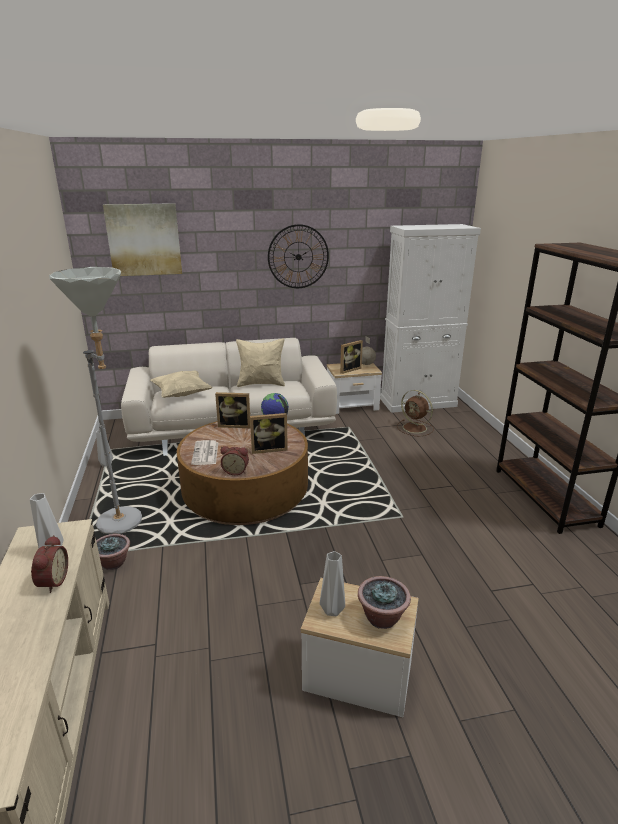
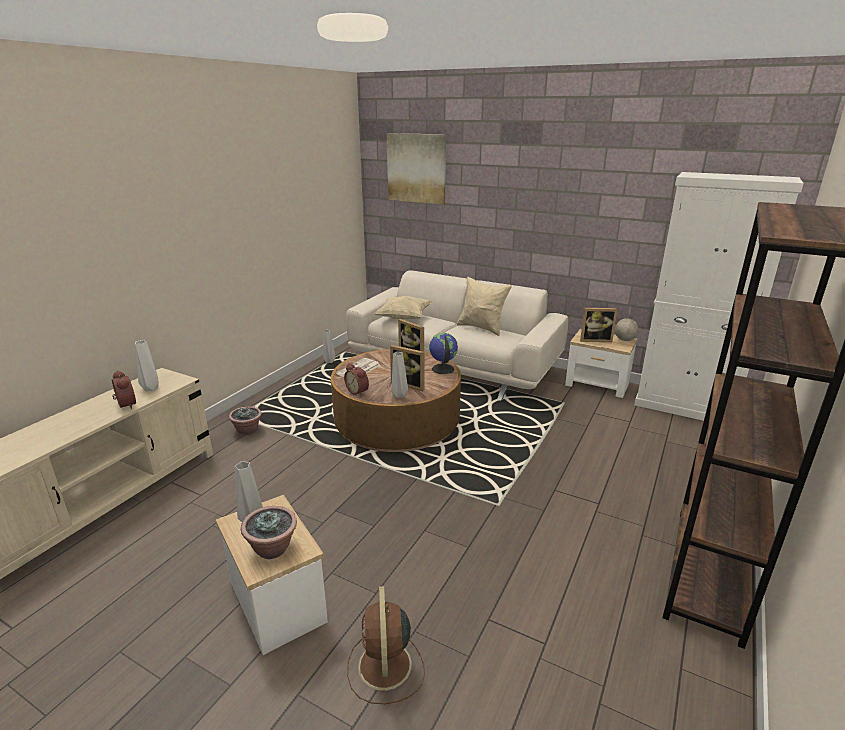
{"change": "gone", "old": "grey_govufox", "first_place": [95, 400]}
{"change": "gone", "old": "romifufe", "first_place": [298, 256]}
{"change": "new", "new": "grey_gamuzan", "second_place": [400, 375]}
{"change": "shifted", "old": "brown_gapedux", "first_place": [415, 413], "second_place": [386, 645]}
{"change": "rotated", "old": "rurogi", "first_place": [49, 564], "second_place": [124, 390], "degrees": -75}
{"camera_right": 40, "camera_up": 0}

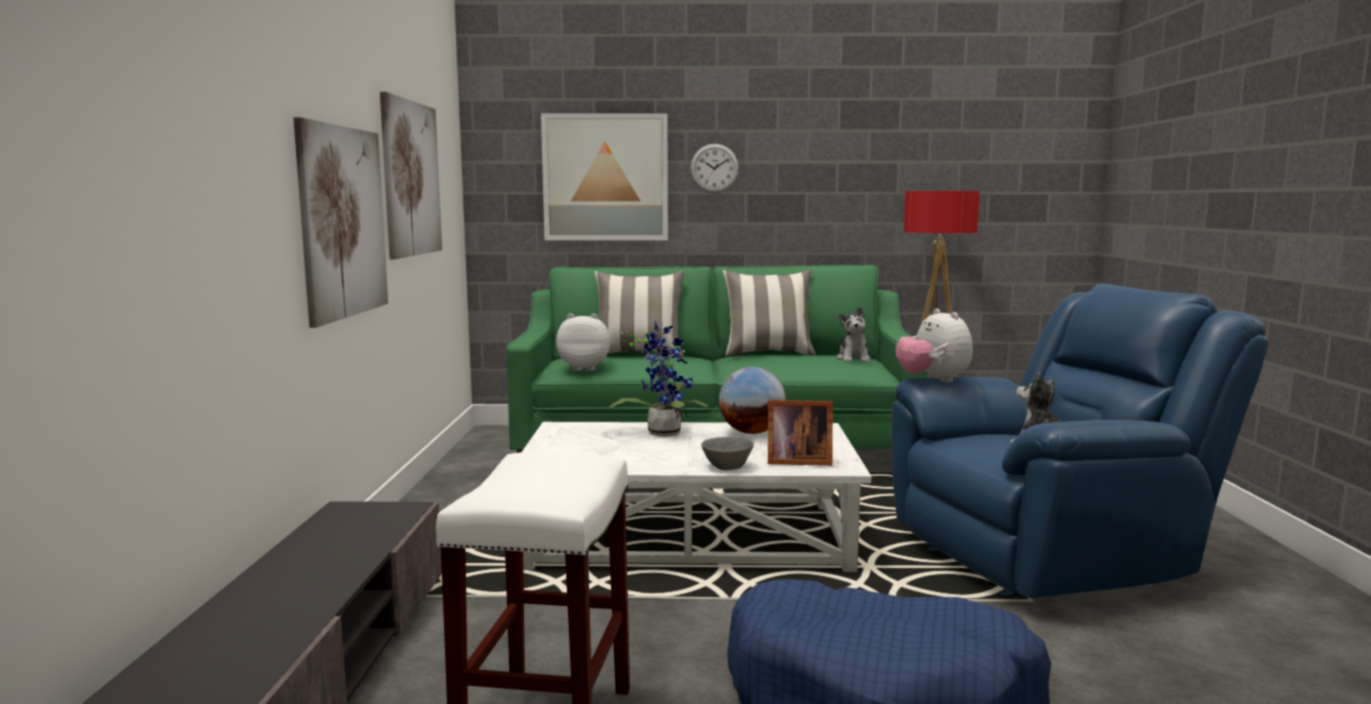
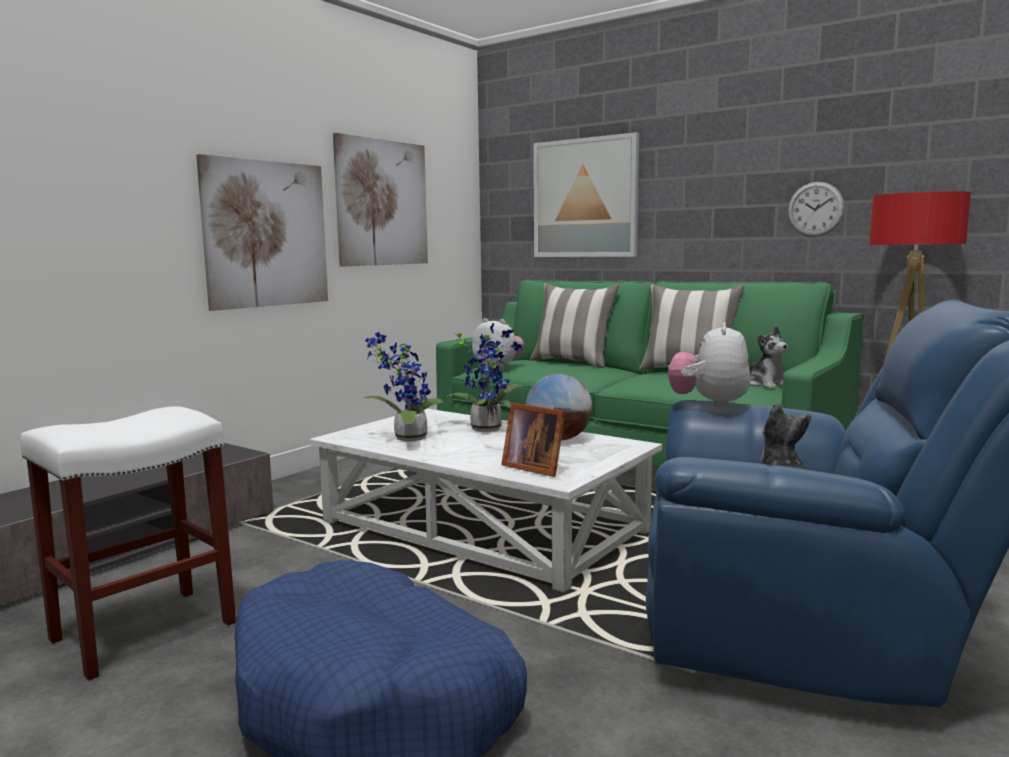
{"change": "gone", "old": "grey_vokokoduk", "first_place": [727, 453]}
{"change": "new", "new": "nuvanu", "second_place": [403, 386]}
{"change": "shifted", "old": "romifufe", "first_place": [714, 168], "second_place": [816, 209]}
{"change": "rotated", "old": "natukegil", "first_place": [854, 334], "second_place": [768, 357], "degrees": -60}
{"camera_right": 35, "camera_up": 0}

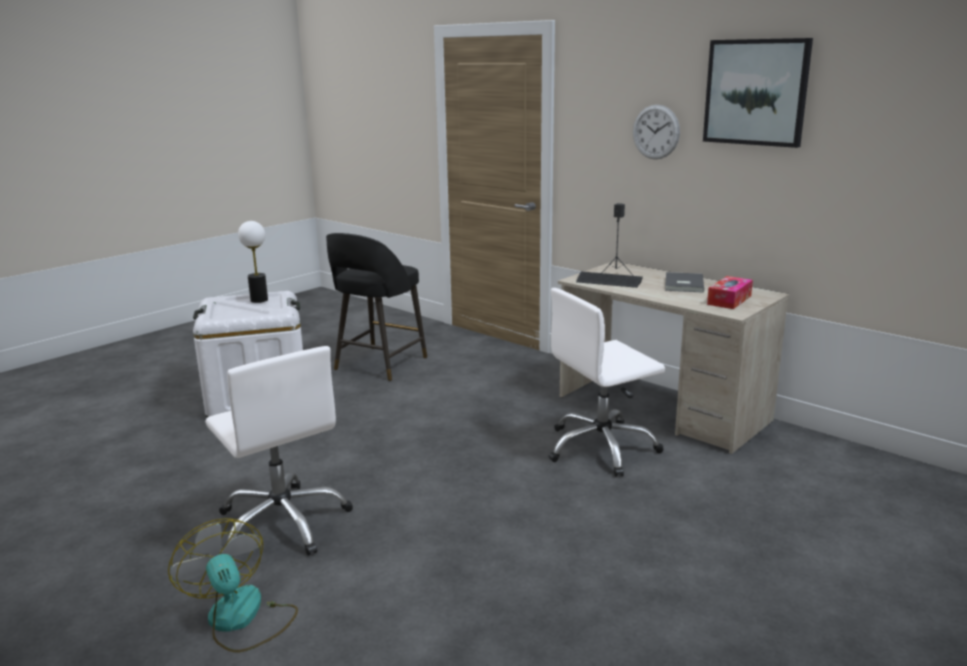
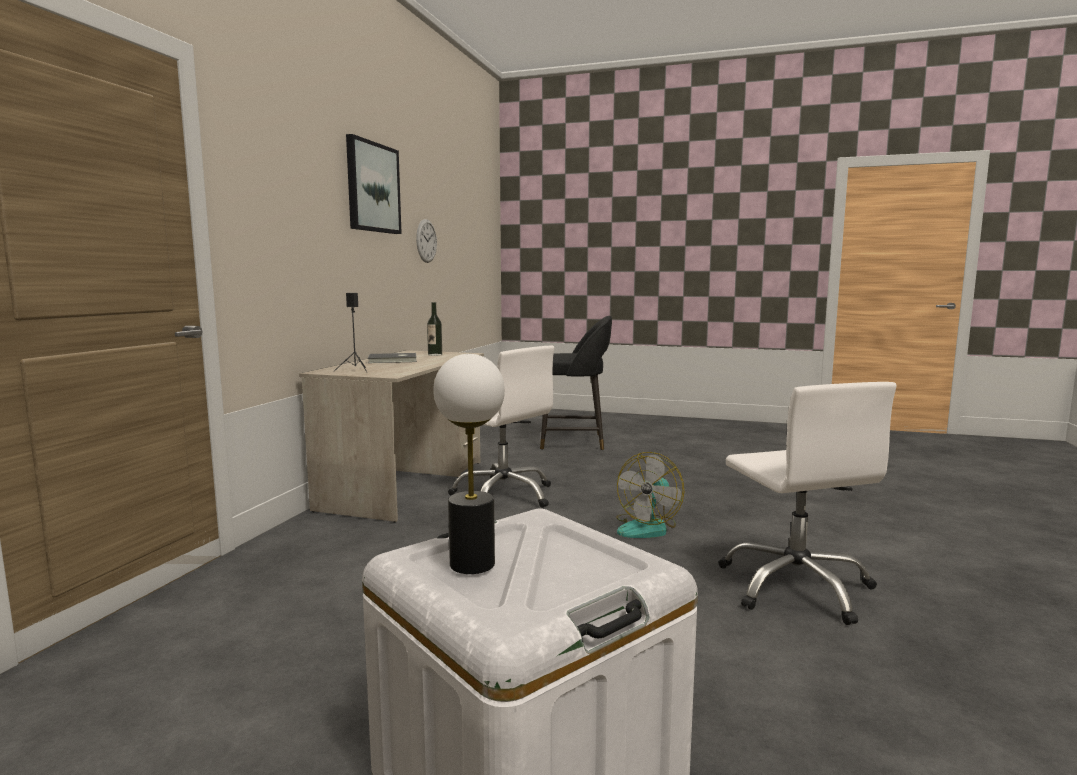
{"change": "gone", "old": "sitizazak", "first_place": [609, 280]}
{"change": "shifted", "old": "gapedux", "first_place": [233, 585], "second_place": [650, 495]}
{"change": "shifted", "old": "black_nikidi", "first_place": [376, 307], "second_place": [576, 383]}
{"change": "shifted", "old": "romifufe", "first_place": [656, 132], "second_place": [426, 241]}
{"change": "swapped", "old": "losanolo", "new": "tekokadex", "first_place": [730, 292], "second_place": [434, 329]}
{"change": "rotated", "old": "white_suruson", "first_place": [279, 451], "second_place": [807, 503], "degrees": 135}
{"camera_right": -115, "camera_up": -10}

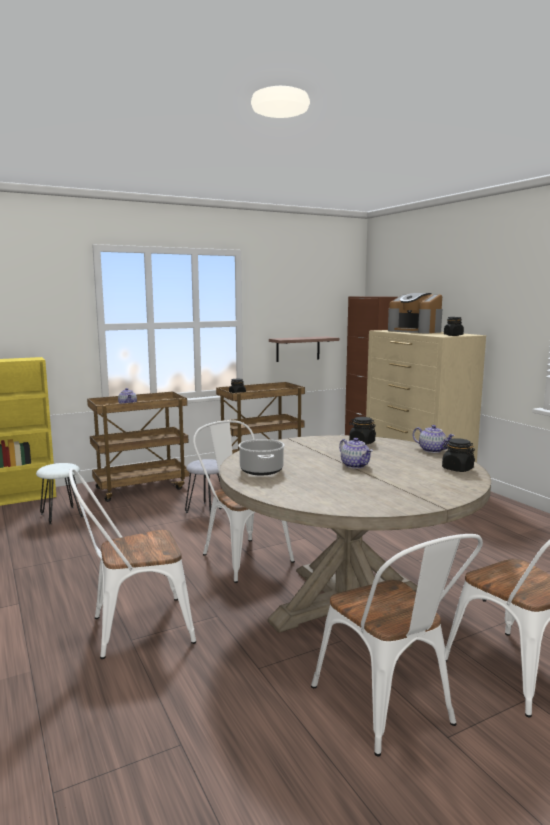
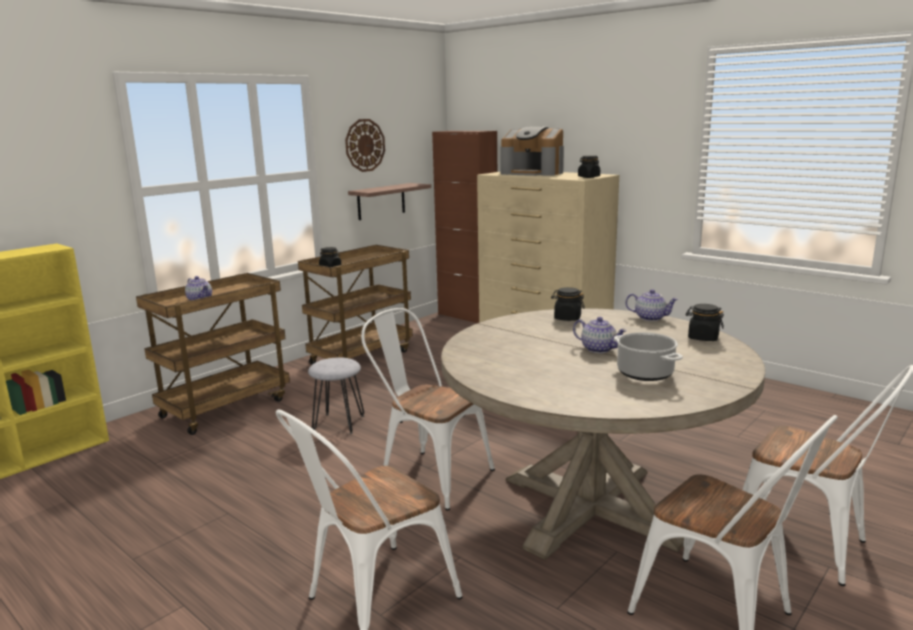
{"change": "gone", "old": "white_nikidi", "first_place": [59, 493]}
{"change": "new", "new": "romifufe", "second_place": [365, 145]}
{"change": "shifted", "old": "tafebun", "first_place": [261, 457], "second_place": [648, 356]}
{"camera_right": -20, "camera_up": 5}

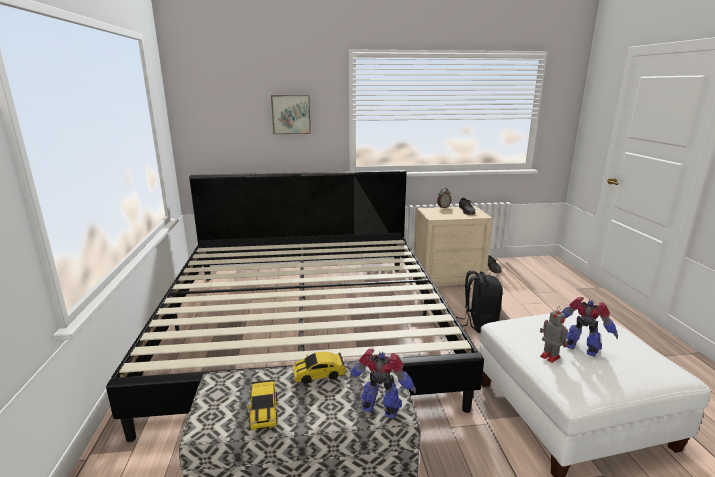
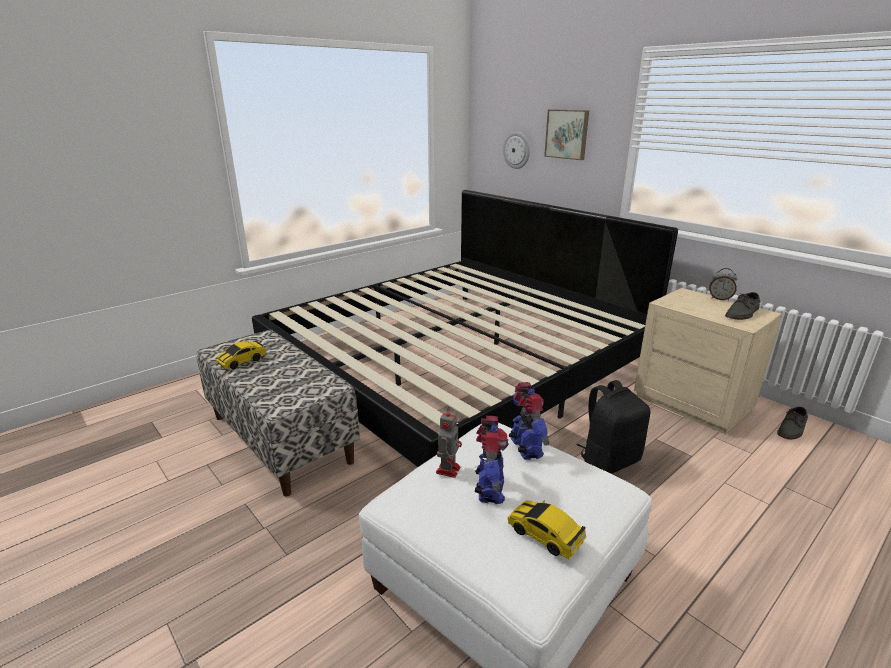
{"change": "new", "new": "romifufe", "second_place": [516, 150]}
{"change": "shifted", "old": "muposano", "first_place": [319, 368], "second_place": [547, 529]}
{"change": "shifted", "old": "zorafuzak", "first_place": [383, 383], "second_place": [529, 421]}
{"camera_right": 55, "camera_up": 5}

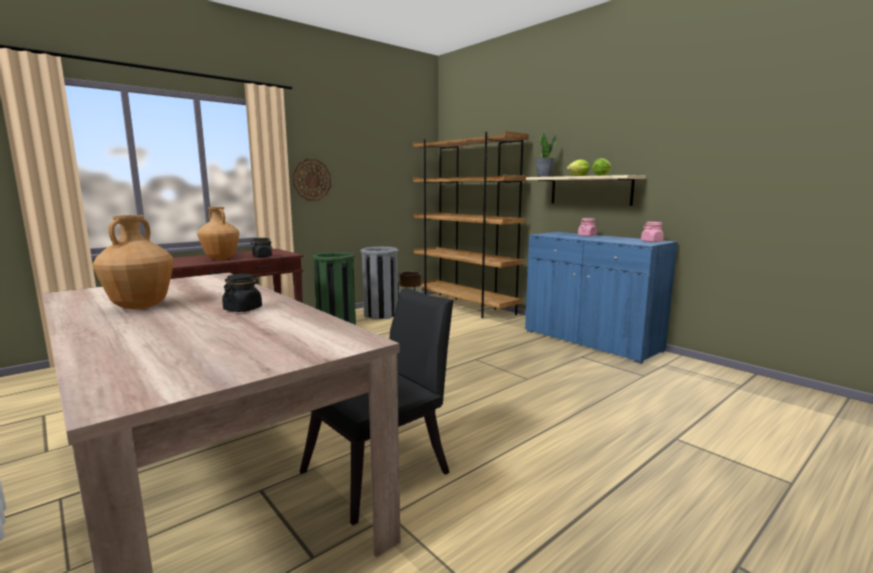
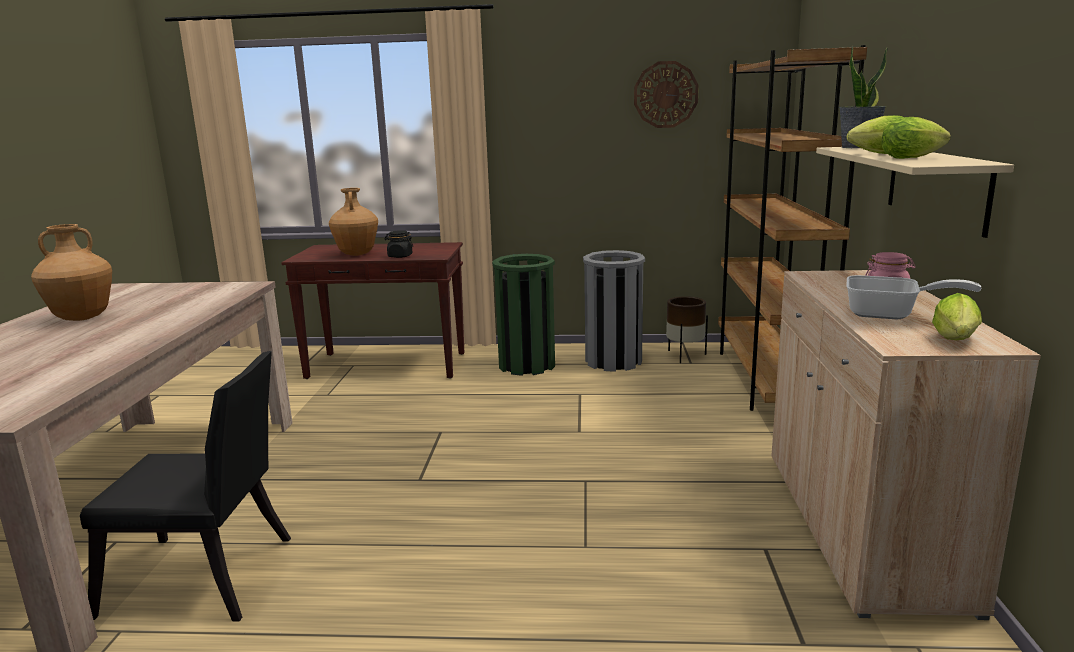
{"change": "gone", "old": "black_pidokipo", "first_place": [242, 293]}
{"change": "new", "new": "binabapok", "second_place": [913, 297]}
{"change": "shifted", "old": "romifufe", "first_place": [311, 180], "second_place": [666, 94]}
{"change": "swapped", "old": "pink_pidokipo", "new": "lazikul", "first_place": [652, 232], "second_place": [957, 316]}
{"change": "repainted", "old": "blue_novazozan", "new": "beige_novazozan", "first_place": [601, 298], "second_place": [906, 445]}
{"camera_right": 45, "camera_up": 5}

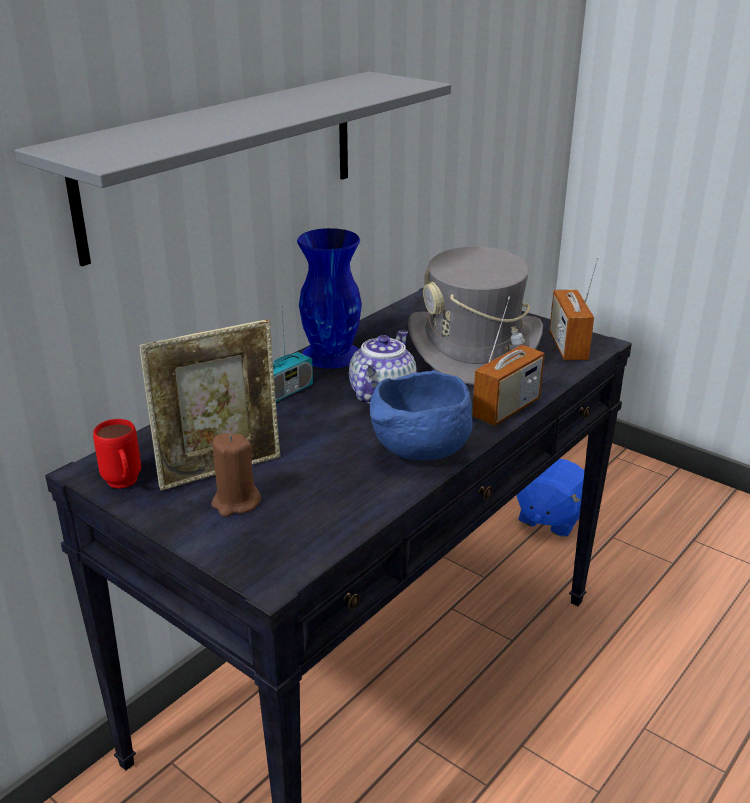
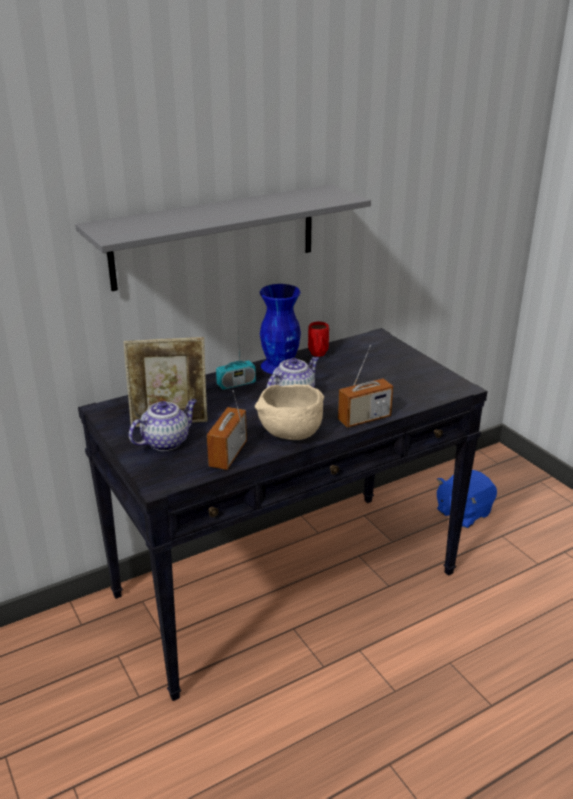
{"change": "gone", "old": "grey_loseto", "first_place": [475, 316]}
{"change": "shifted", "old": "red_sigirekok", "first_place": [117, 454], "second_place": [318, 339]}
{"change": "shifted", "old": "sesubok", "first_place": [574, 308], "second_place": [227, 430]}
{"change": "swapped", "old": "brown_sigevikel", "new": "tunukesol", "first_place": [236, 475], "second_place": [163, 425]}
{"change": "repainted", "old": "blue_vokokoduk", "new": "beige_vokokoduk", "first_place": [421, 415], "second_place": [289, 412]}
{"camera_right": 20, "camera_up": 0}

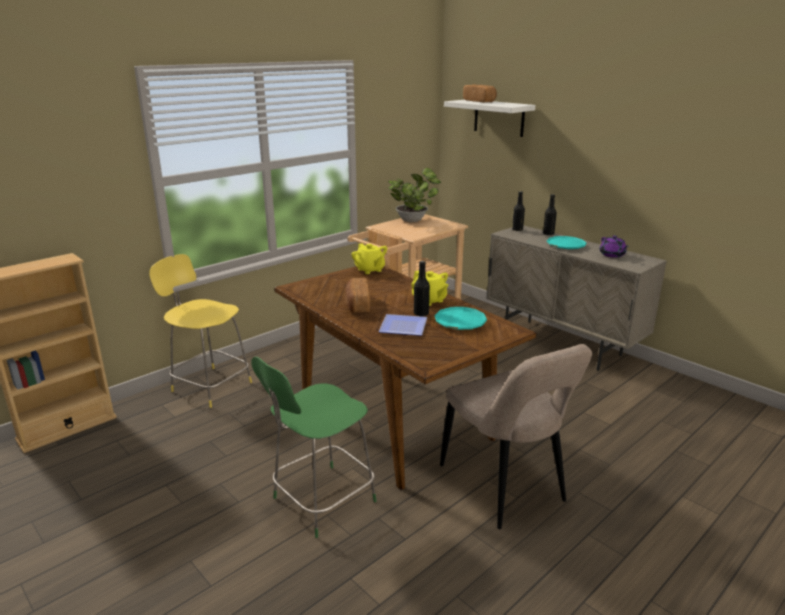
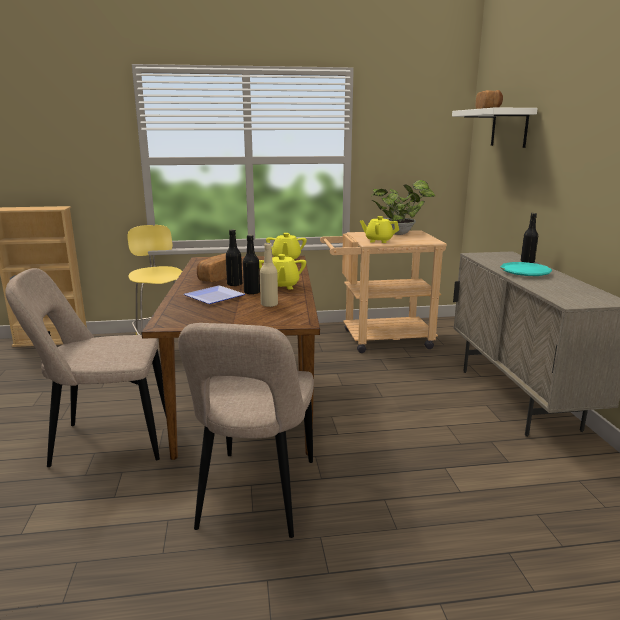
{"change": "gone", "old": "purple_tunukesol", "first_place": [614, 246]}
{"change": "new", "new": "yellow_tunukesol", "second_place": [379, 229]}
{"change": "shifted", "old": "black_tekokadex", "first_place": [518, 211], "second_place": [234, 257]}
{"change": "swapped", "old": "green_nikidi", "new": "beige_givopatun", "first_place": [314, 447], "second_place": [85, 367]}
{"change": "swapped", "old": "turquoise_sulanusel", "new": "beige_tekokadex", "first_place": [461, 318], "second_place": [269, 275]}
{"camera_right": 35, "camera_up": -5}

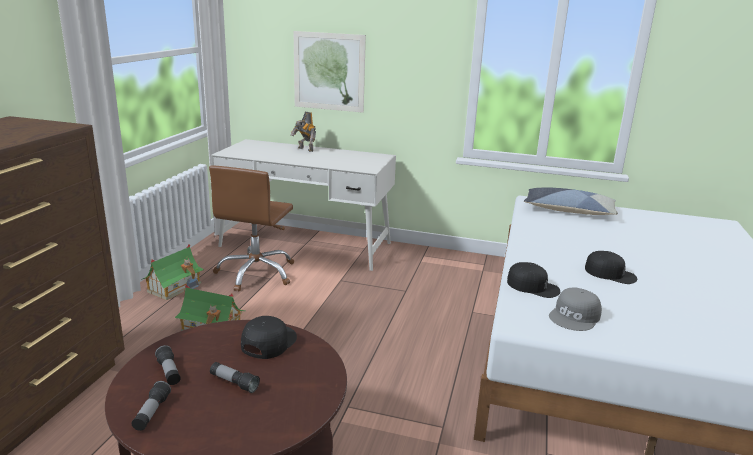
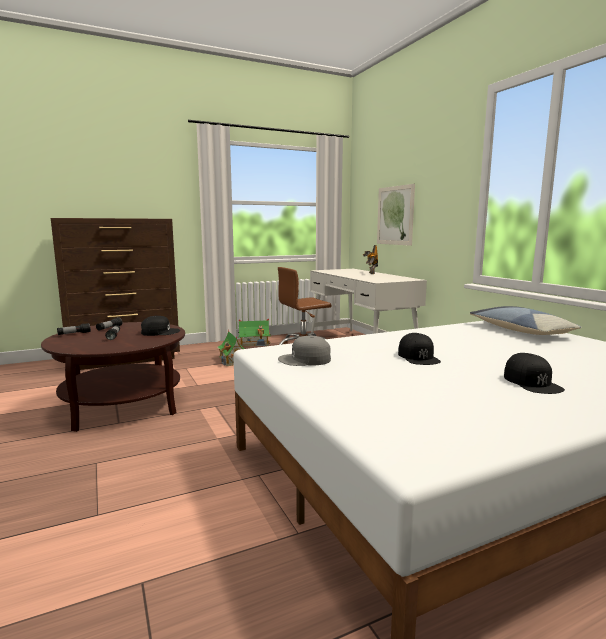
{"change": "shifted", "old": "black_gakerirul", "first_place": [533, 280], "second_place": [534, 373]}
{"camera_right": 50, "camera_up": -10}

